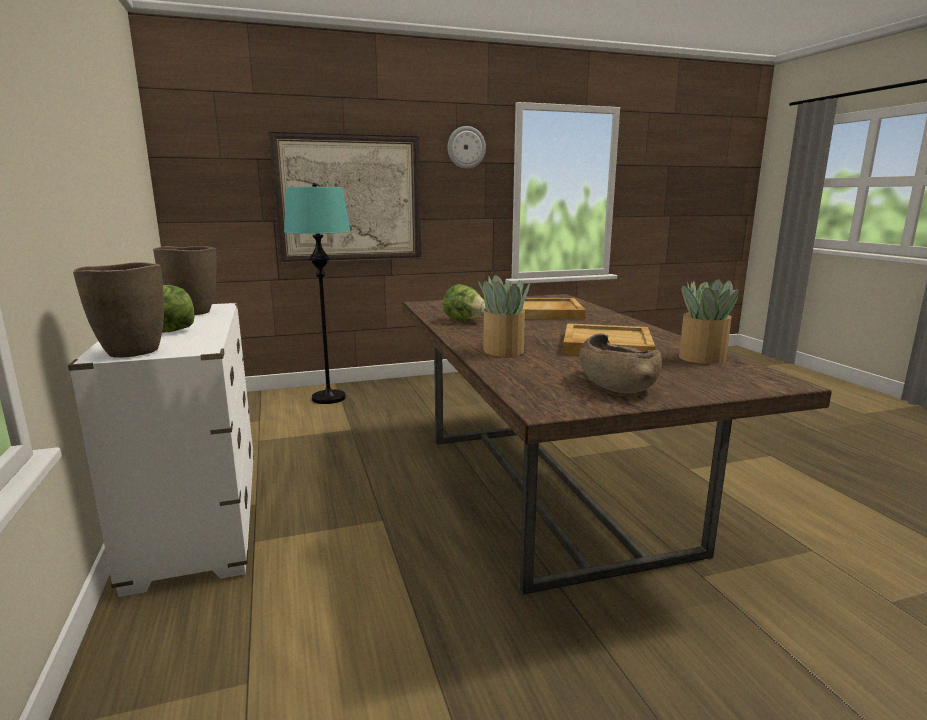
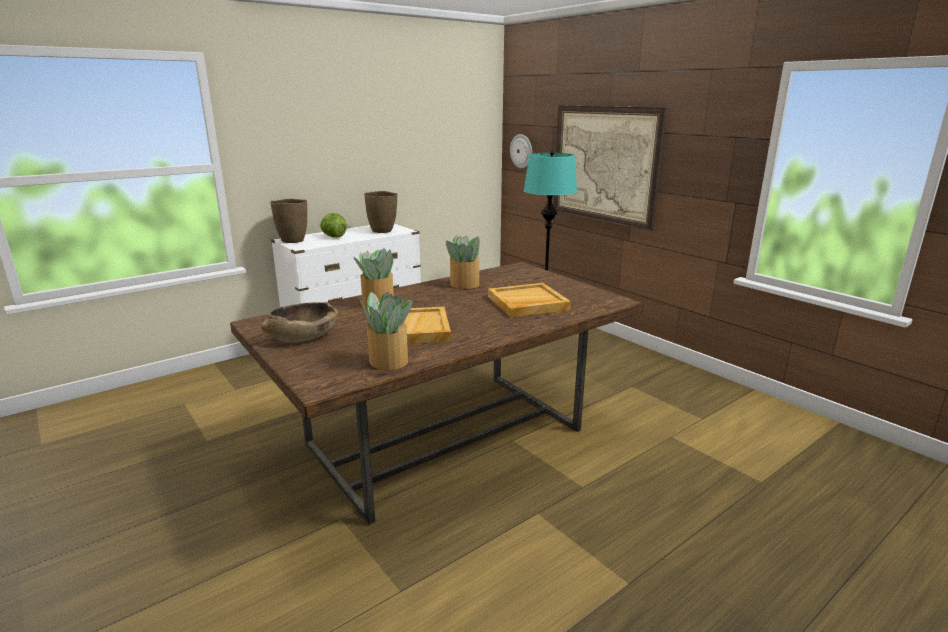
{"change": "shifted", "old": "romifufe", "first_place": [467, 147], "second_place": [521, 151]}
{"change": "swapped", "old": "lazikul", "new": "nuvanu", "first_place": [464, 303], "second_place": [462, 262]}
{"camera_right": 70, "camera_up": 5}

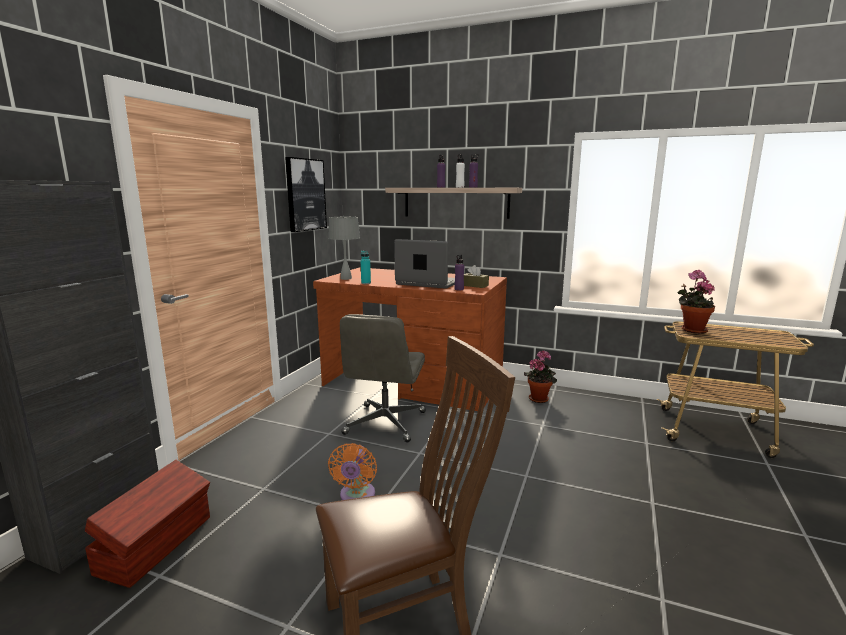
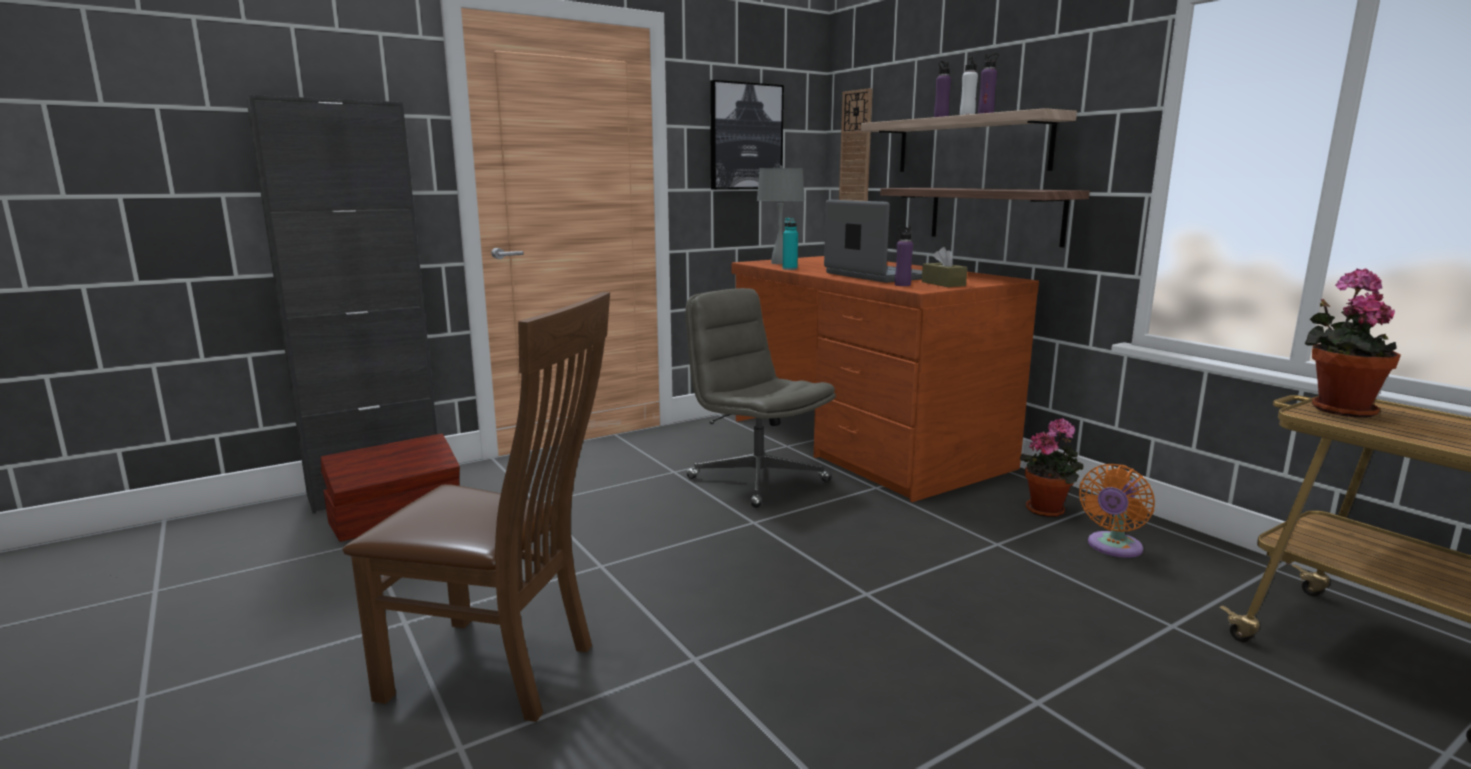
{"change": "new", "new": "romifufe", "second_place": [855, 144]}
{"change": "new", "new": "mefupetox", "second_place": [985, 217]}
{"change": "shifted", "old": "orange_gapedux", "first_place": [352, 471], "second_place": [1117, 510]}
{"change": "rotated", "old": "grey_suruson", "first_place": [383, 378], "second_place": [760, 398], "degrees": 90}
{"camera_right": 35, "camera_up": 0}

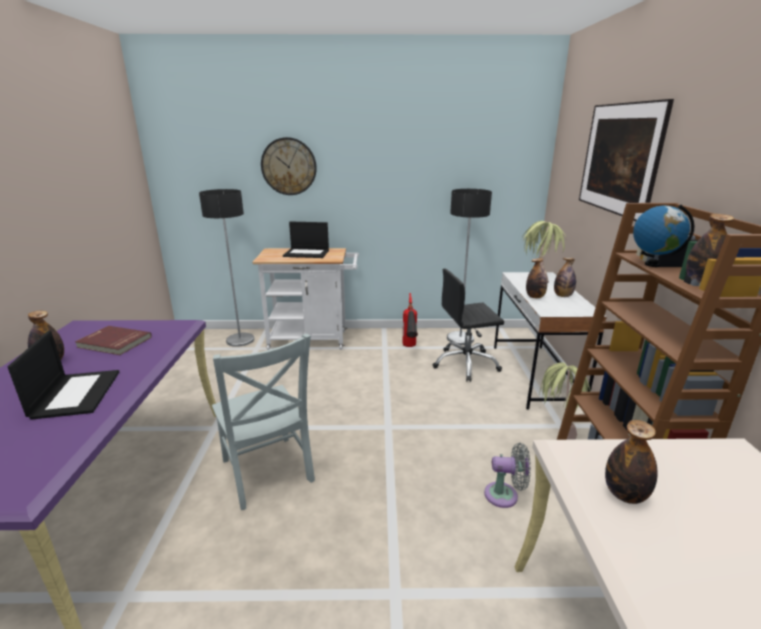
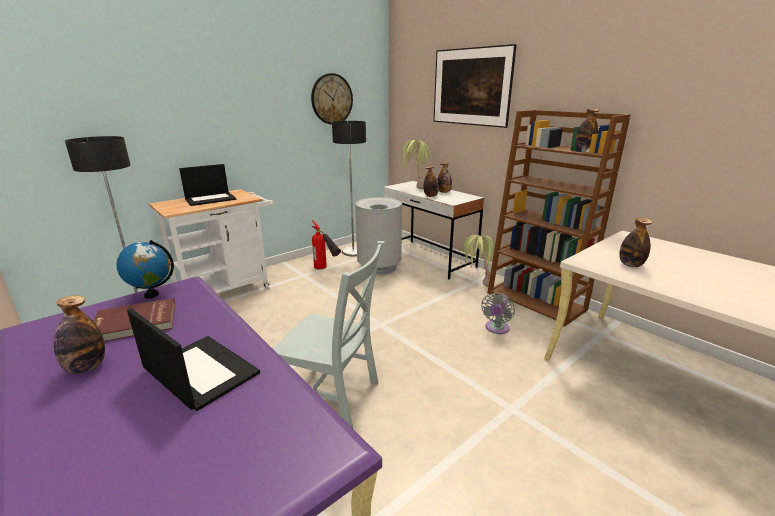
{"change": "shifted", "old": "romifufe", "first_place": [289, 166], "second_place": [332, 98]}
{"change": "shifted", "old": "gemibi", "first_place": [664, 235], "second_place": [145, 269]}
{"change": "swapped", "old": "black_suruson", "new": "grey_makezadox", "first_place": [468, 325], "second_place": [378, 235]}
{"change": "rotated", "old": "grey_gapedux", "first_place": [507, 475], "second_place": [498, 313], "degrees": 150}
{"camera_right": -40, "camera_up": 0}

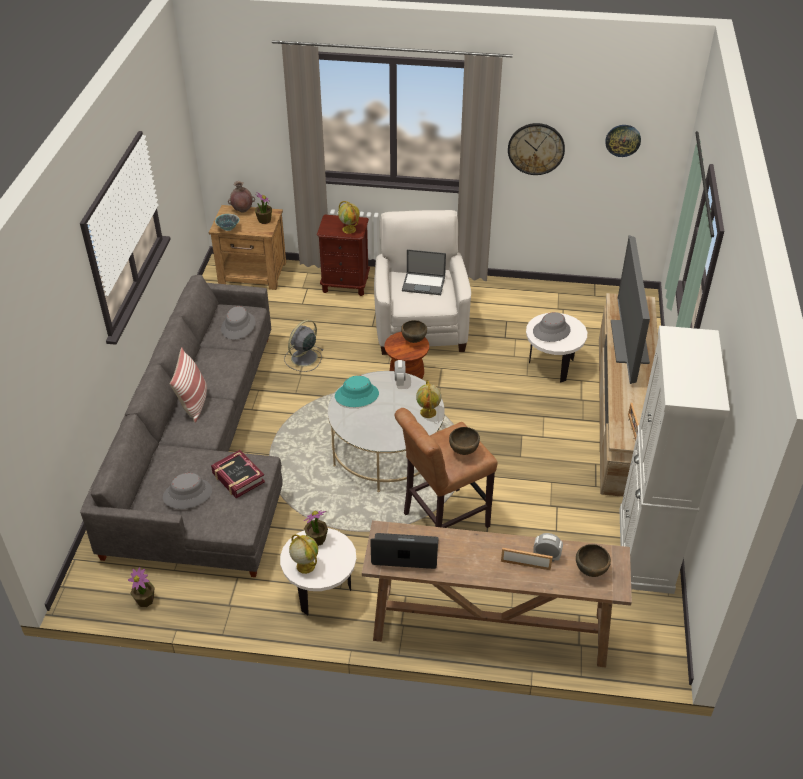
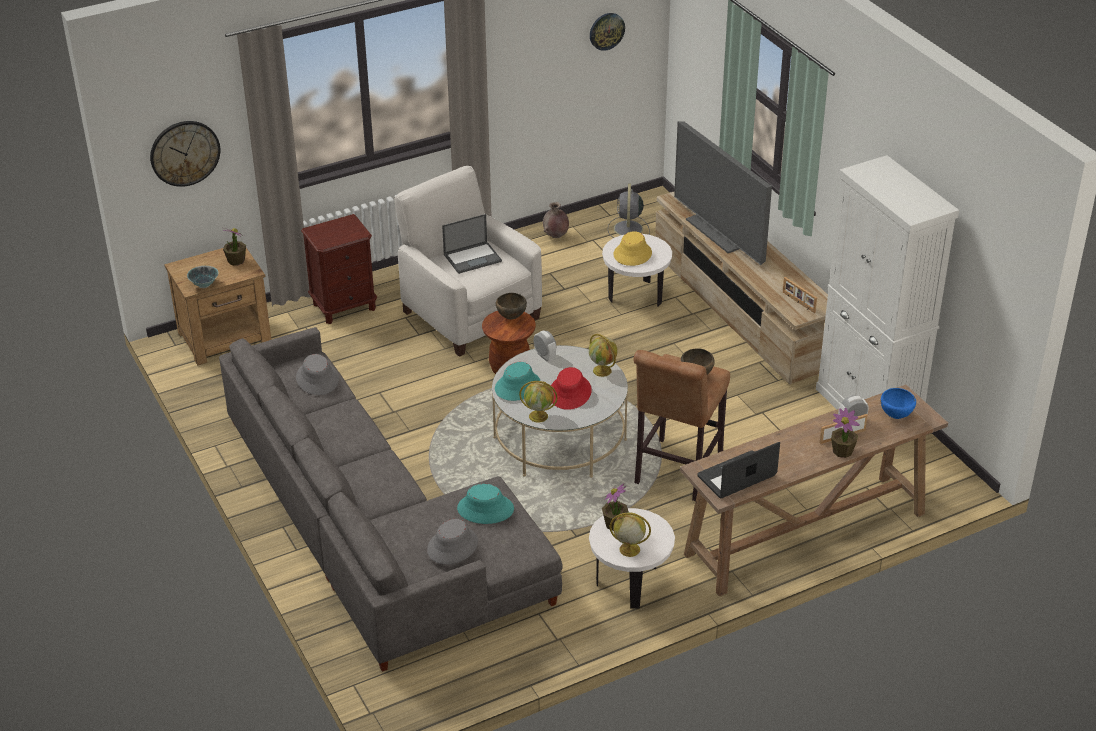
{"change": "gone", "old": "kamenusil", "first_place": [188, 385]}
{"change": "new", "new": "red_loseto", "second_place": [571, 388]}
{"change": "shifted", "old": "nuvanu", "first_place": [141, 587], "second_place": [845, 433]}
{"change": "shifted", "old": "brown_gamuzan", "first_place": [241, 197], "second_place": [556, 220]}
{"change": "shifted", "old": "grey_gapedux", "first_place": [303, 346], "second_place": [629, 210]}
{"change": "shifted", "old": "gemibi", "first_place": [349, 217], "second_place": [538, 402]}
{"change": "shifted", "old": "romifufe", "first_place": [536, 149], "second_place": [185, 154]}
{"change": "swapped", "old": "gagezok", "new": "turquoise_loseto", "first_place": [238, 474], "second_place": [485, 504]}
{"change": "repainted", "old": "grey_loseto", "new": "yellow_loseto", "first_place": [552, 327], "second_place": [632, 248]}
{"change": "repainted", "old": "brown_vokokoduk", "new": "blue_vokokoduk", "first_place": [593, 560], "second_place": [898, 403]}
{"camera_right": -35, "camera_up": -5}

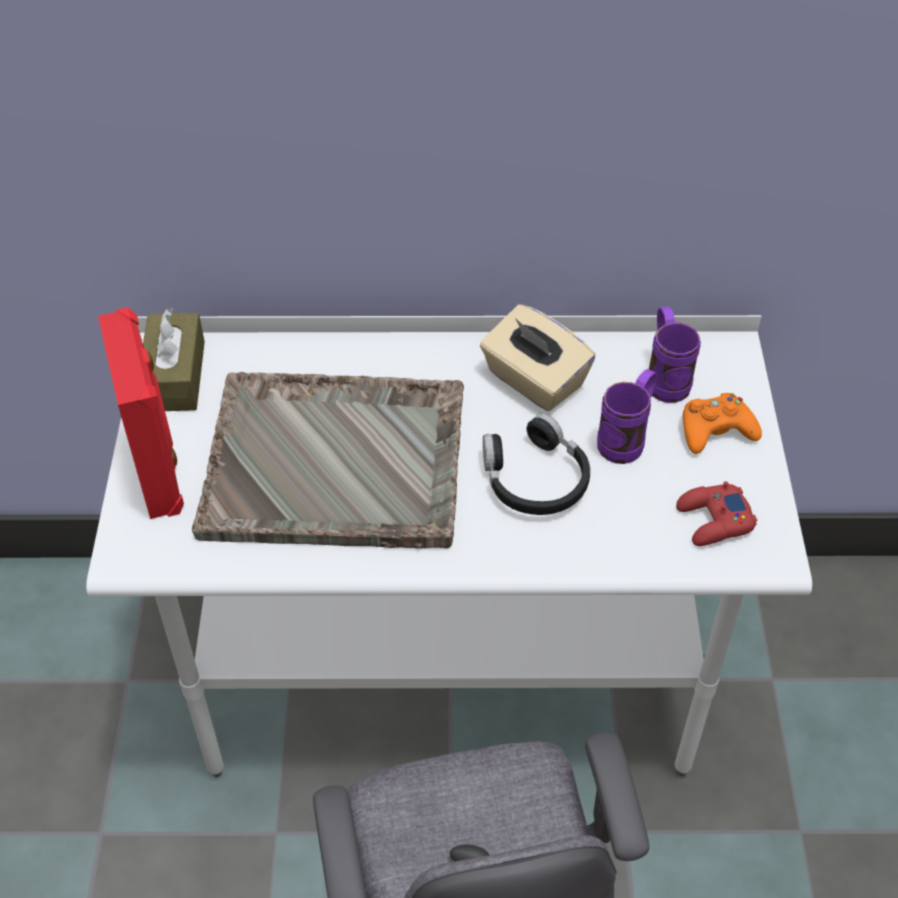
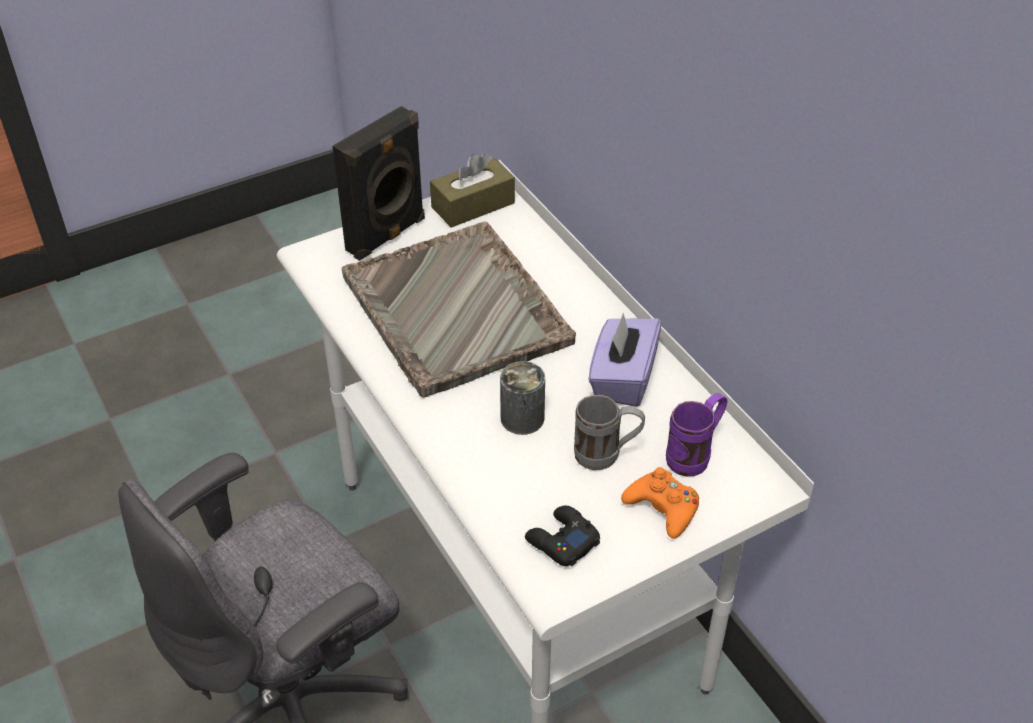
{"change": "swapped", "old": "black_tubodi", "new": "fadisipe", "first_place": [536, 464], "second_place": [522, 398]}
{"change": "repainted", "old": "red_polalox", "new": "black_polalox", "first_place": [141, 413], "second_place": [378, 183]}
{"change": "repainted", "old": "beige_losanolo", "new": "purple_losanolo", "first_place": [538, 357], "second_place": [625, 360]}
{"change": "repainted", "old": "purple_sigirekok", "new": "grey_sigirekok", "first_place": [627, 416], "second_place": [609, 432]}
{"change": "repainted", "old": "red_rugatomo", "new": "black_rugatomo", "first_place": [716, 513], "second_place": [562, 536]}
{"camera_right": 60, "camera_up": -5}

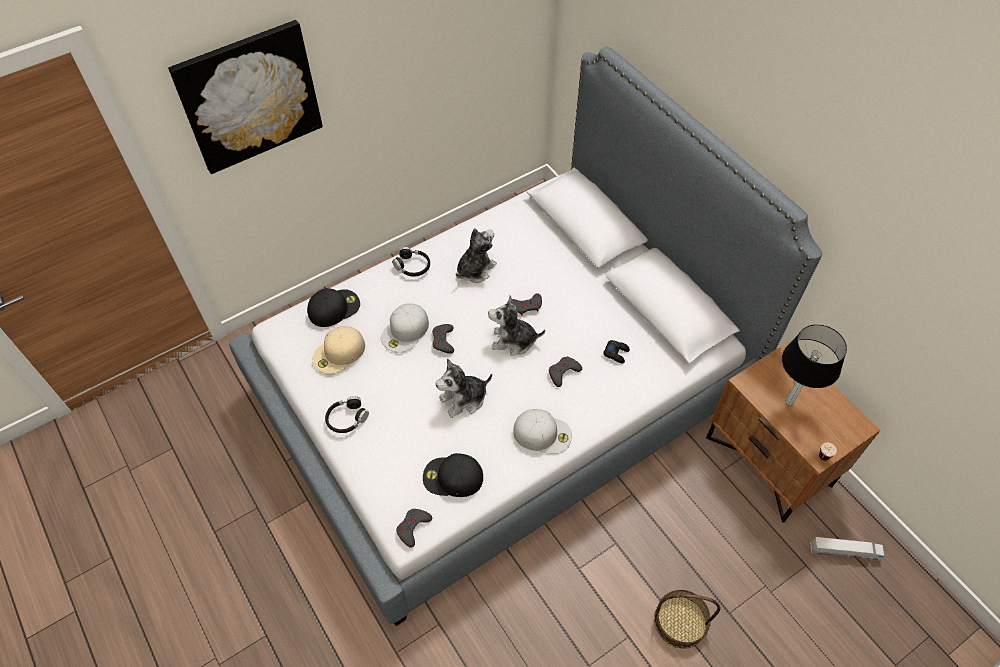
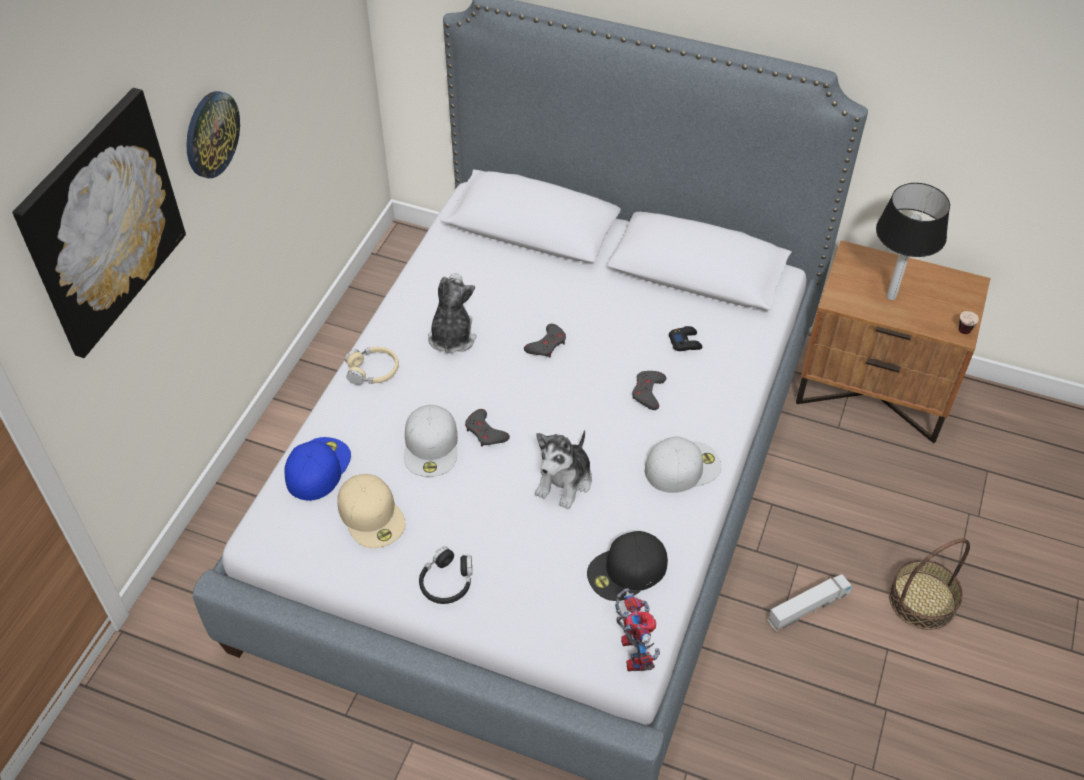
{"change": "gone", "old": "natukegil", "first_place": [516, 325]}
{"change": "new", "new": "romifufe", "second_place": [213, 134]}
{"change": "shifted", "old": "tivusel", "first_place": [847, 548], "second_place": [809, 602]}
{"change": "swapped", "old": "grey_rugatomo", "new": "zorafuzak", "first_place": [414, 528], "second_place": [637, 630]}
{"change": "repainted", "old": "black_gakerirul", "new": "blue_gakerirul", "first_place": [333, 307], "second_place": [317, 469]}
{"change": "repainted", "old": "black_tubodi", "new": "beige_tubodi", "first_place": [411, 262], "second_place": [372, 366]}
{"change": "rotated", "old": "beige_gakerirul", "first_place": [338, 350], "second_place": [371, 511], "degrees": -45}
{"camera_right": -35, "camera_up": -5}

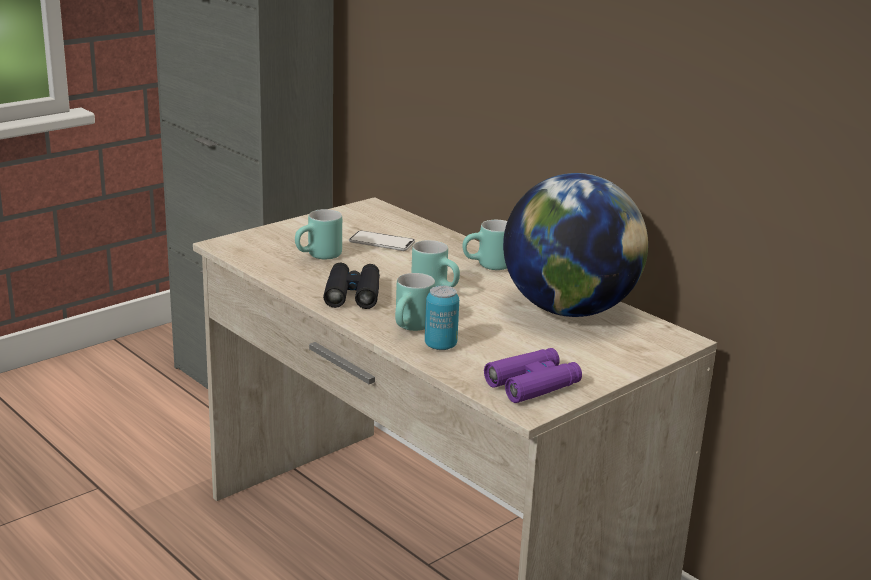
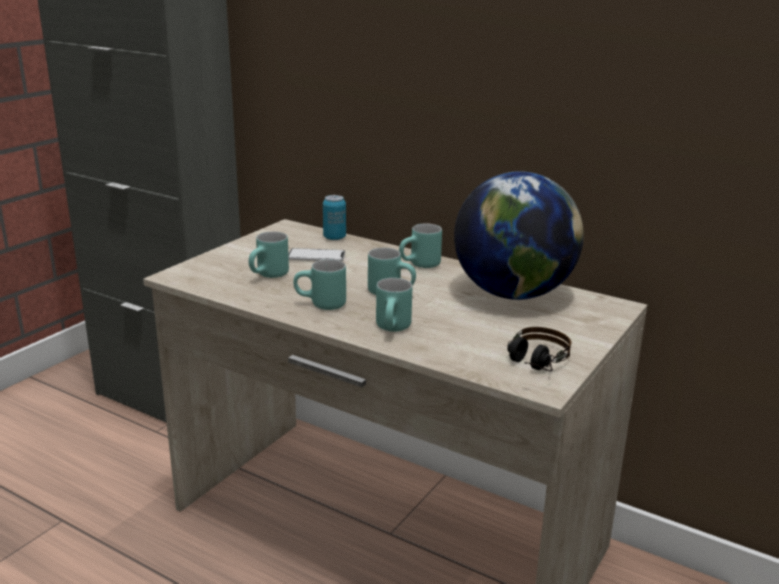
{"change": "shifted", "old": "fadisipe", "first_place": [442, 318], "second_place": [334, 217]}
{"change": "swapped", "old": "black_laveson", "new": "turquoise_sigirekok", "first_place": [351, 286], "second_place": [320, 284]}
{"change": "swapped", "old": "purple_laveson", "new": "tubodi", "first_place": [533, 375], "second_place": [539, 349]}
{"camera_right": -15, "camera_up": 0}

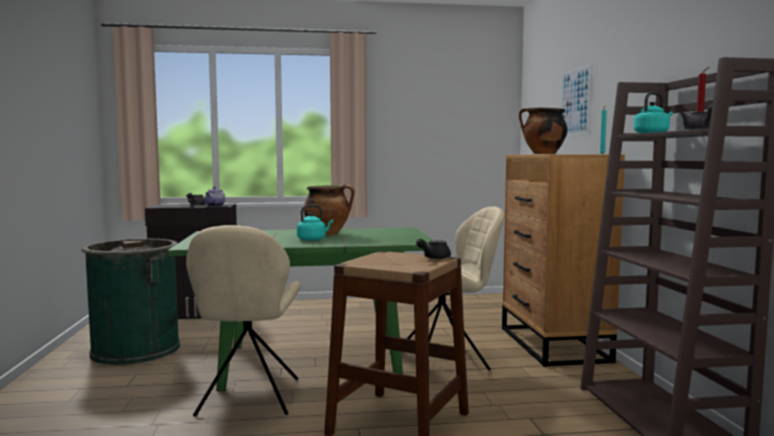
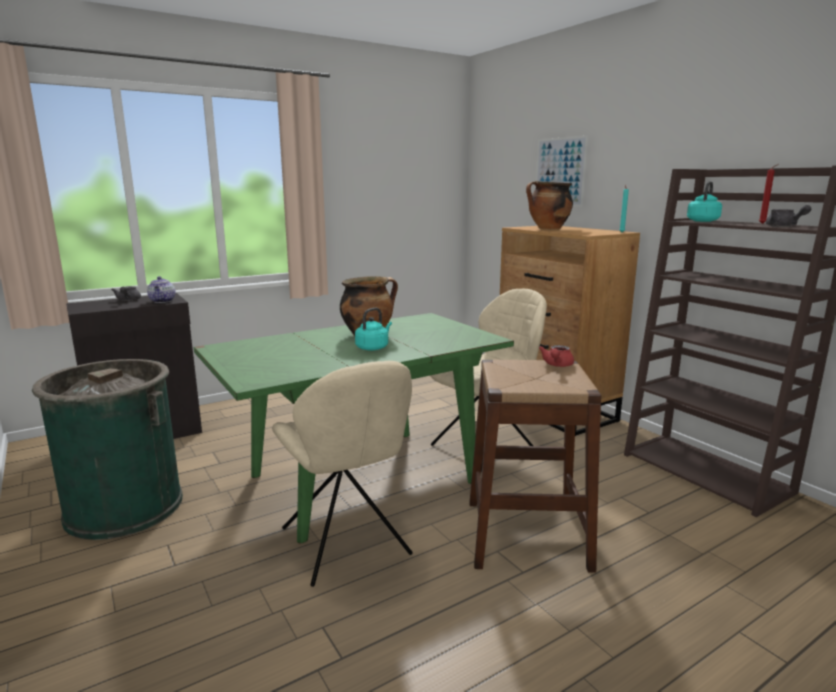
{"change": "repainted", "old": "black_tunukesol", "new": "red_tunukesol", "first_place": [433, 249], "second_place": [556, 356]}
{"camera_right": -25, "camera_up": 10}

